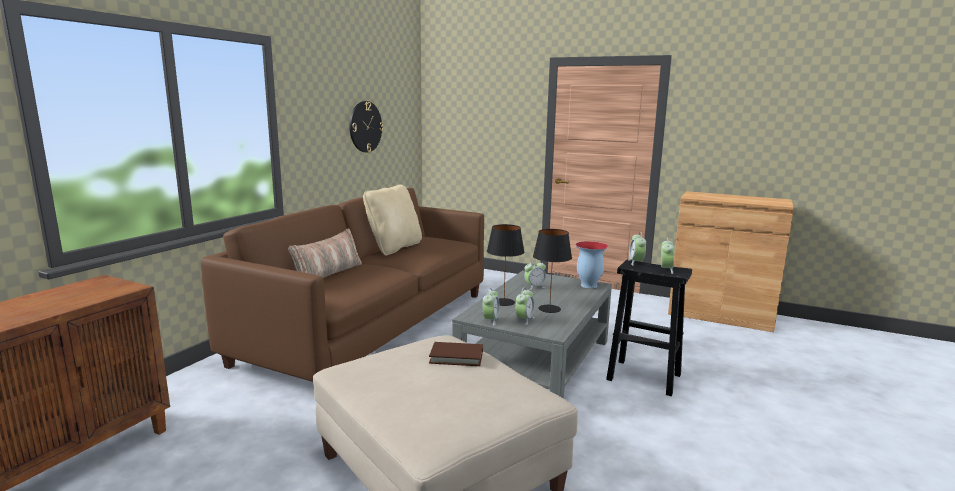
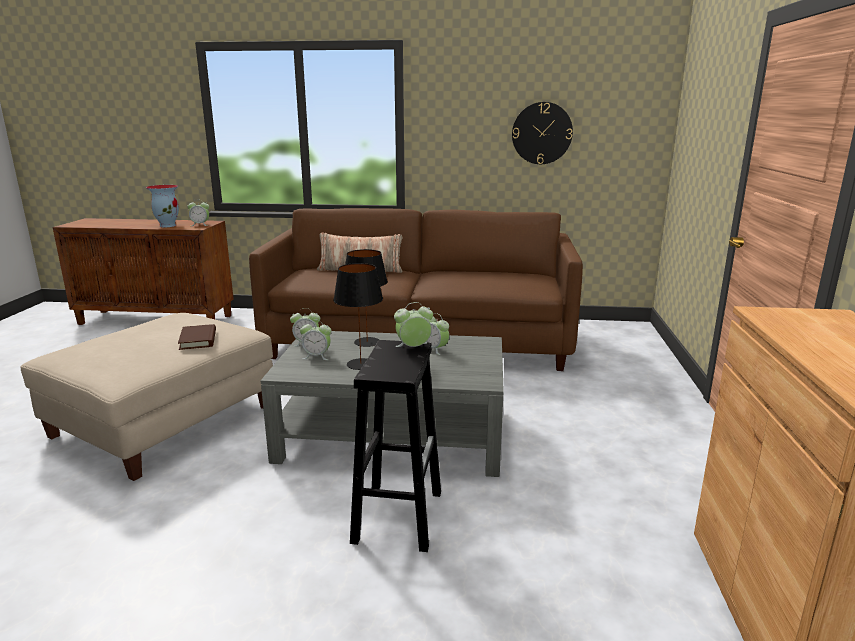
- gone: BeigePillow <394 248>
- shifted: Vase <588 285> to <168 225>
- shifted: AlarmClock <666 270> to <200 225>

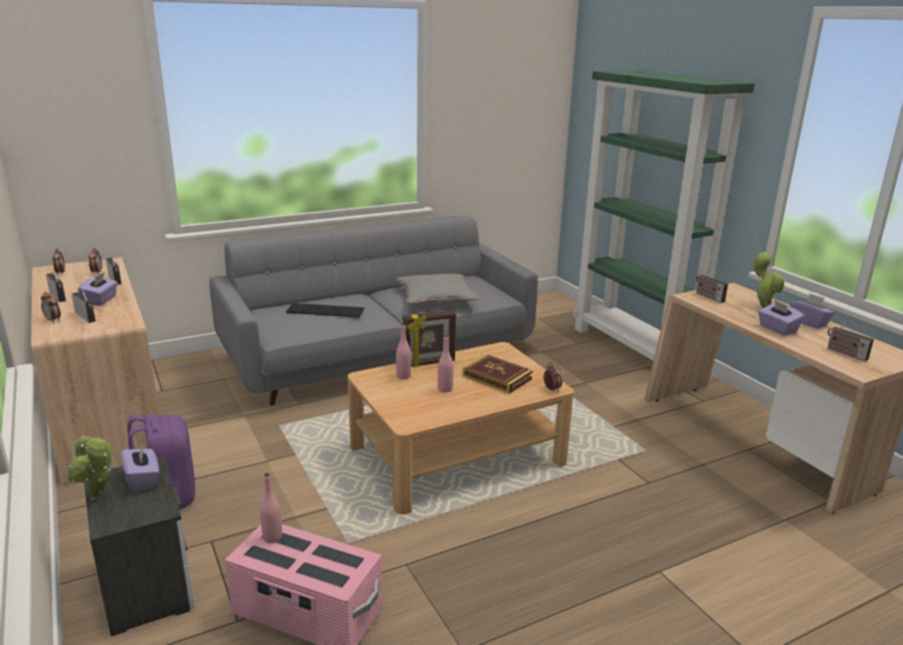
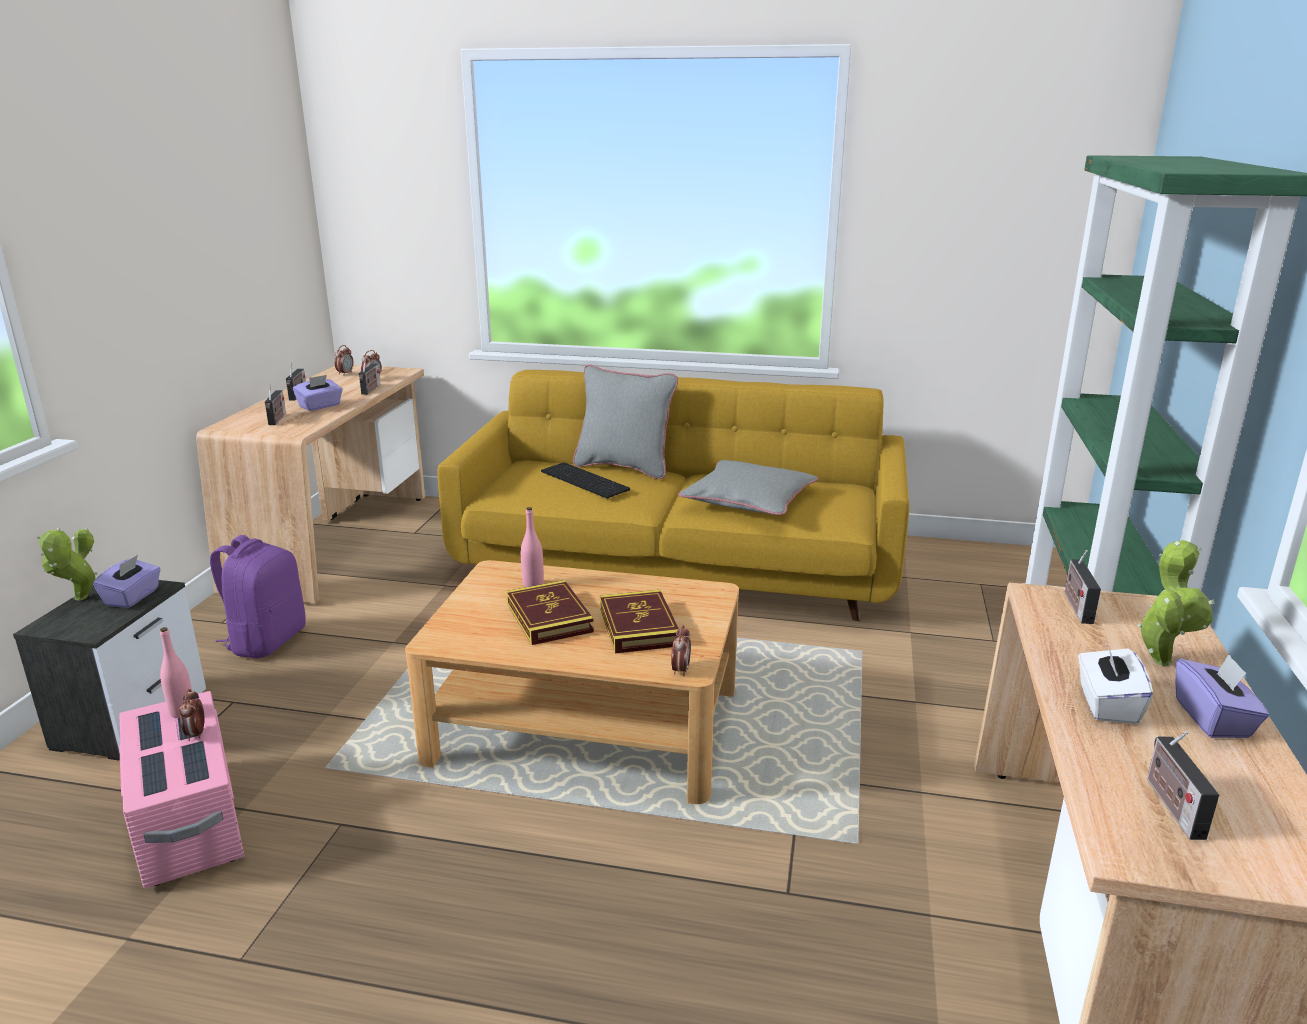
- gone: PictureFrame <429 363>
- new: GreyPillow <624 467>
- shifted: AlarmClock <53 320> to <196 734>
- swapped: PinkBottle <445 389> to Book <549 617>
- repainted: GreySofa <380 356> to YellowSofa <679 567>
- repainted: PurpleTissueBox <777 329> to WhiteTissueBox <1106 704>

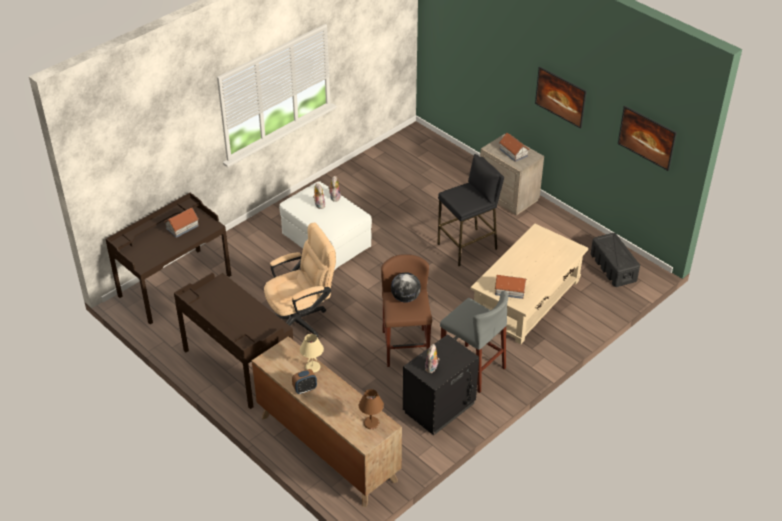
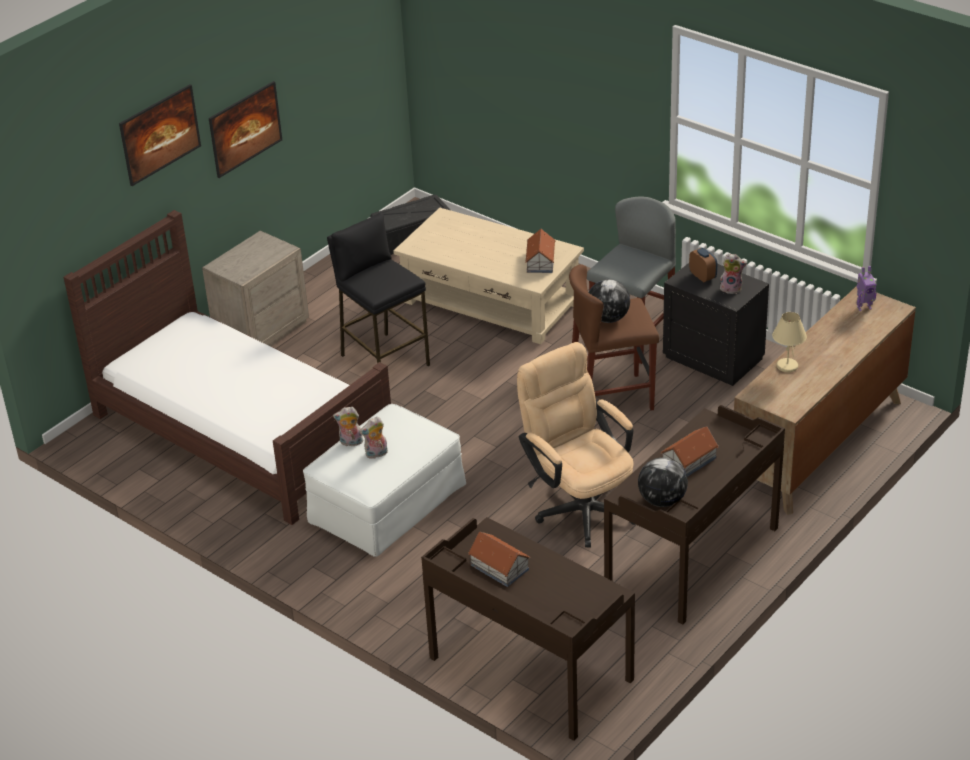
- new: BrownBed <240 429>
- new: Globe <662 500>
- shifted: AlarmClock <305 389> to <703 277>
- shifted: ToyHouse <513 152> to <688 461>
- shifted: Picture <645 147> to <162 150>
- swapped: BrownTableLamp <371 423> to ToyRobot <863 307>

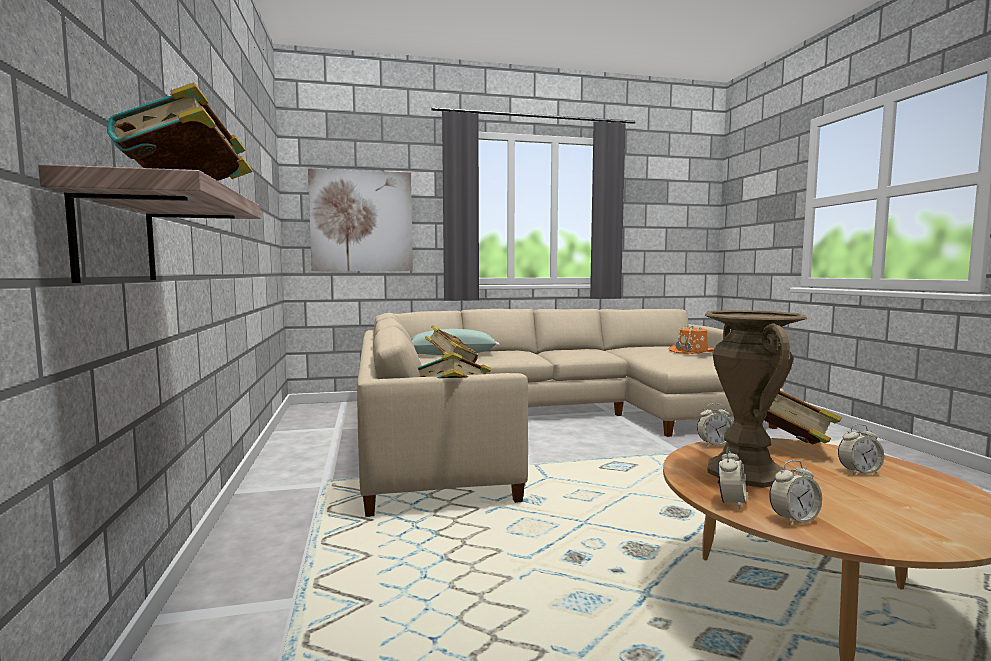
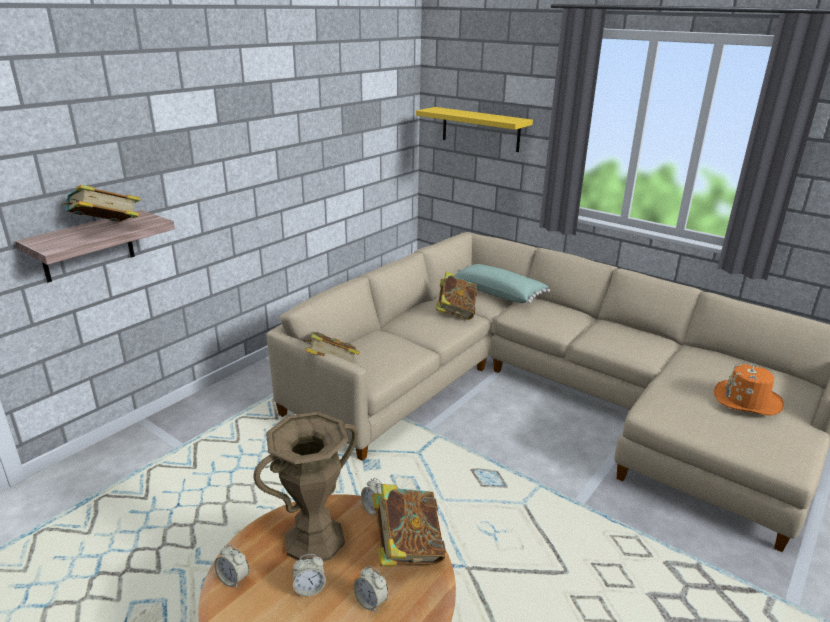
- shifted: AlarmClock <731 502> to <309 588>
- swapped: Picture <361 221> to YellowShelf <480 129>

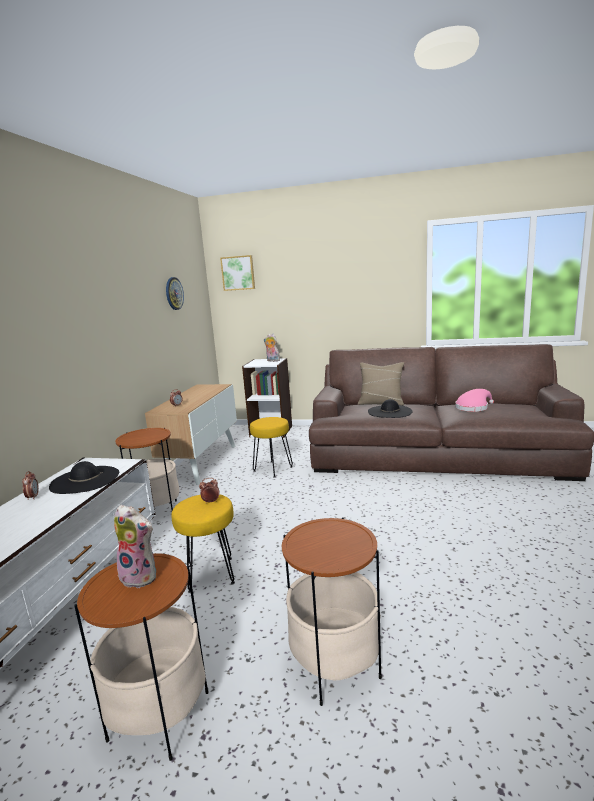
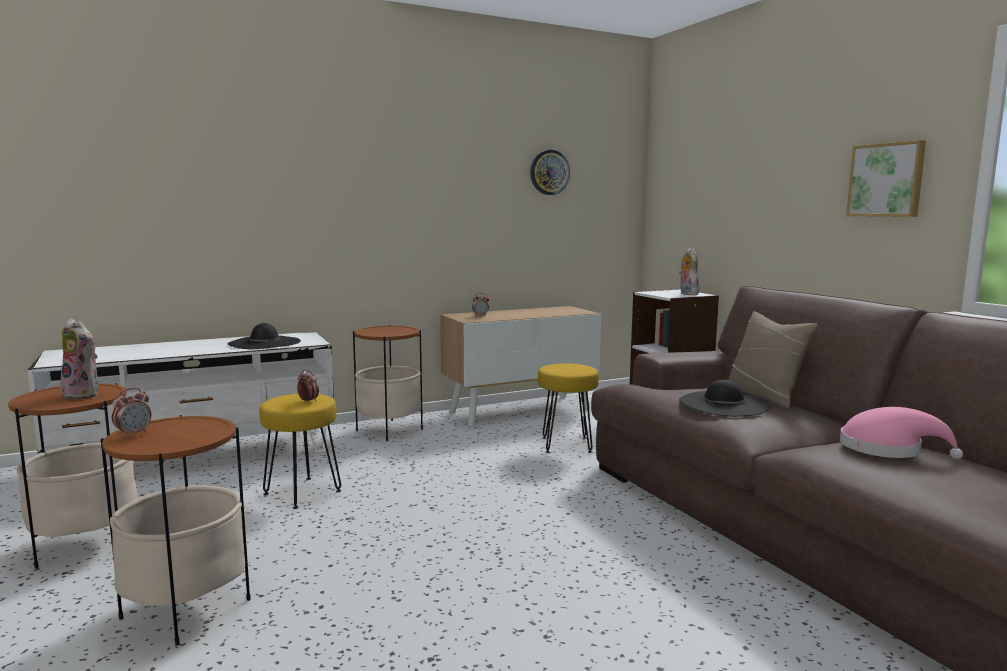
- shifted: AlarmClock <33 497> to <133 433>
- shifted: Picture <238 273> to <886 180>
- rotated: PlushToy <141 576> = <84 394> 45 degrees counterclockwise

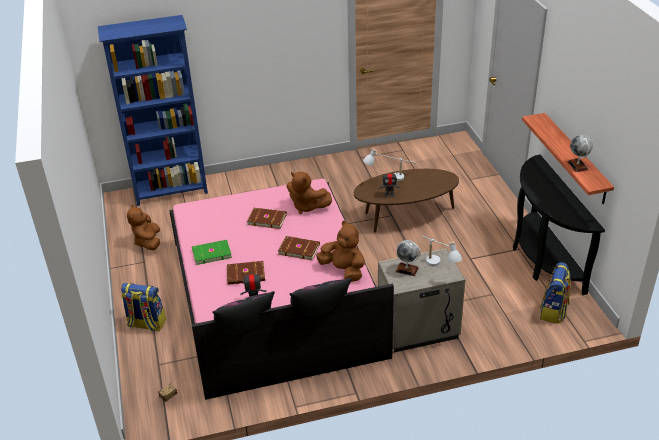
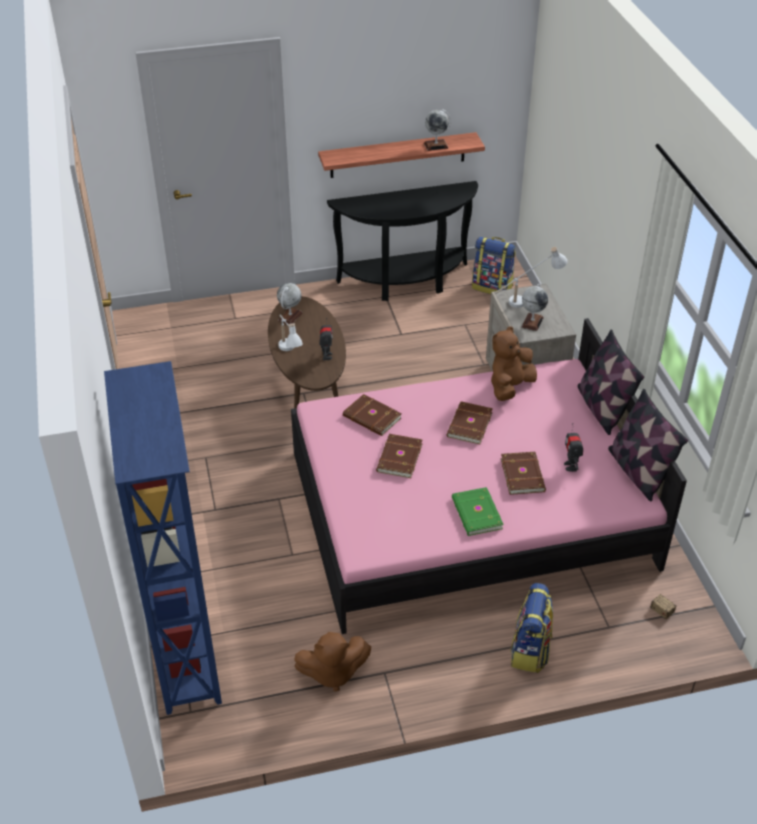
- new: Globe <290 316>
- swapped: BrownPlushToy <307 206> to BrownBook <371 418>

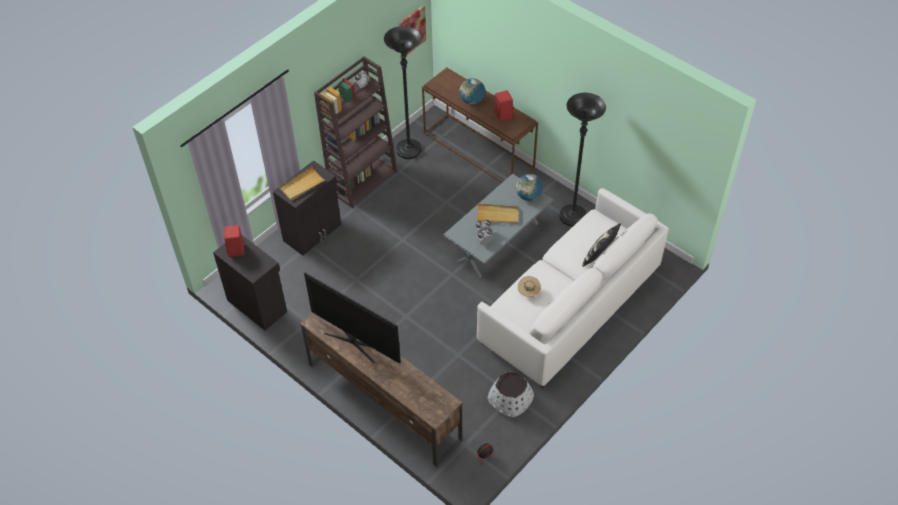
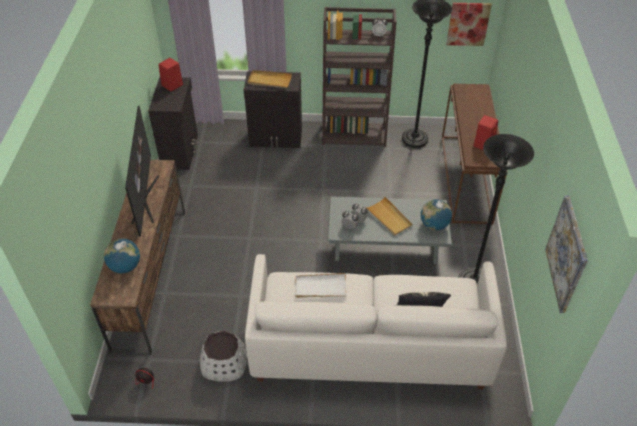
- new: Picture <567 254>
- shifted: Globe <472 101> to <125 267>
- swapped: BeigeHat <528 292> to WhiteTray <320 287>

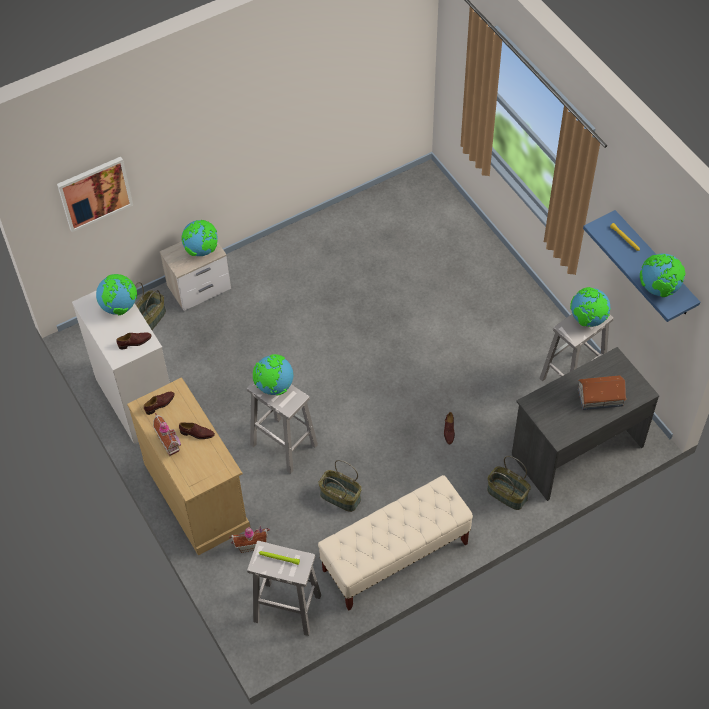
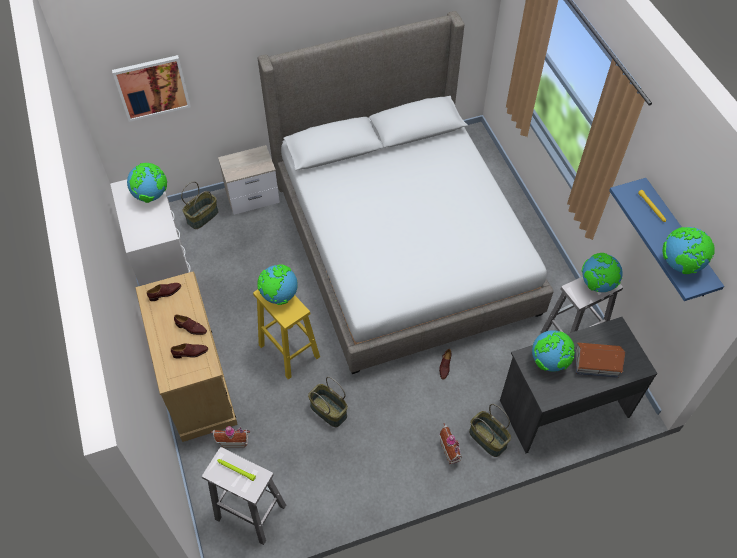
- gone: BeigeBench <395 557>
- new: Bed <402 245>
- shifted: BrownShoe <135 342> to <190 353>
- shifted: ToyHouse <171 443> to <451 451>
- shifted: Globe <202 250> to <549 361>
- repainted: WhiteStool <283 444> to YellowStool <288 350>

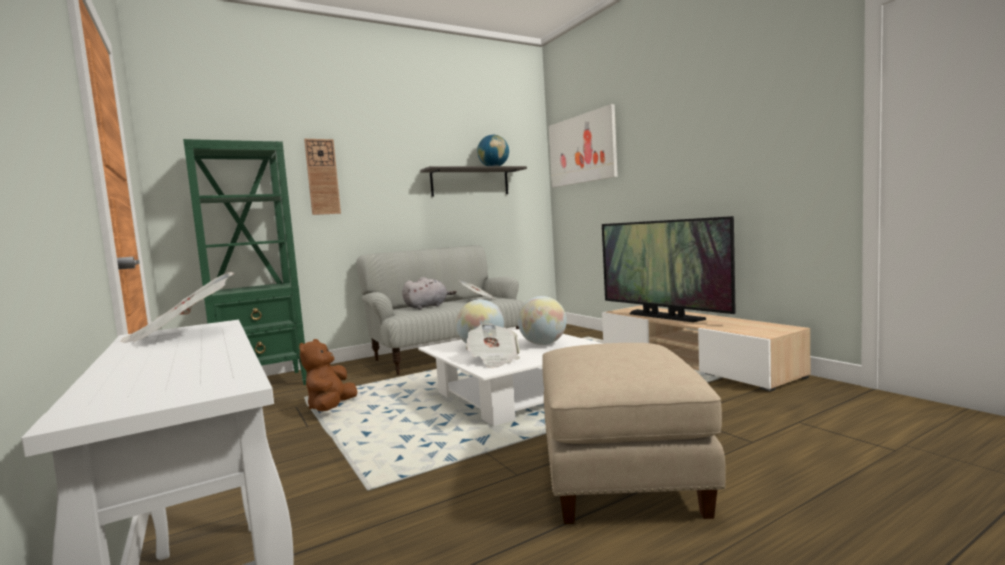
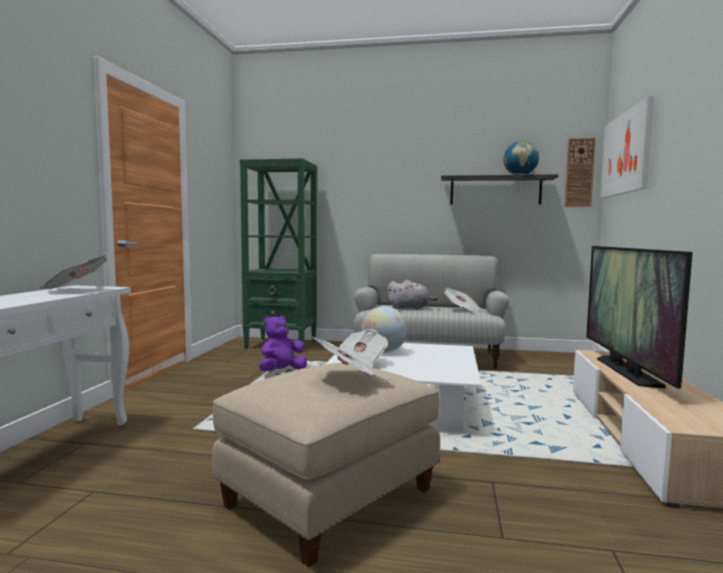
- gone: Globe <543 344>
- new: Newspaper <349 379>
- shifted: WallClock <322 177> to <579 172>
- repainted: BrownPlushToy <331 408> to PurplePlushToy <281 371>

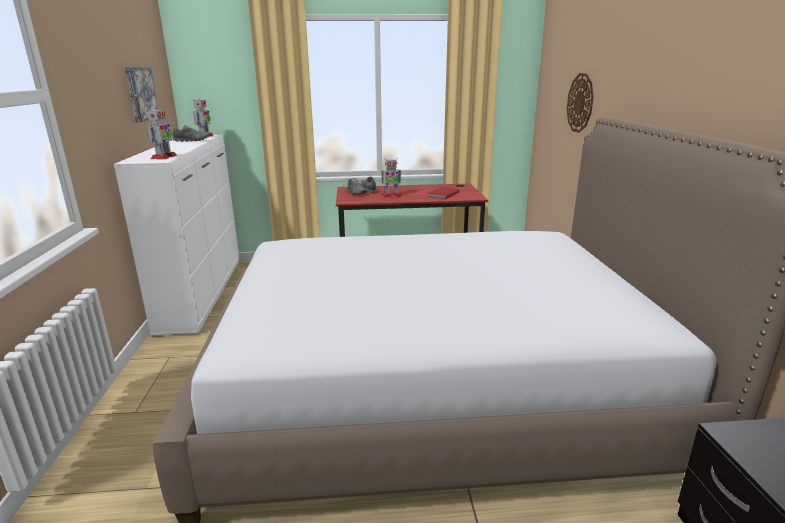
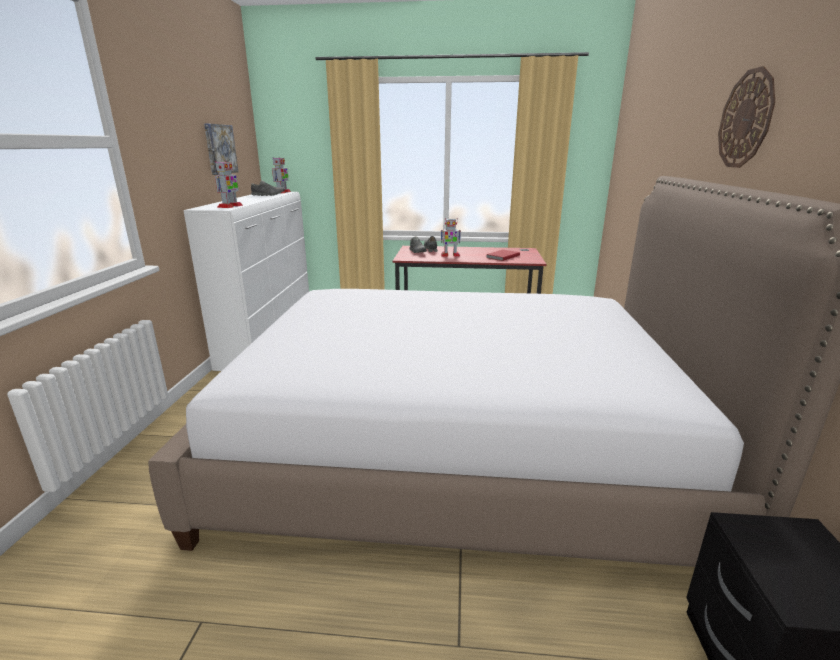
- shifted: WallClock <580 103> to <746 119>

